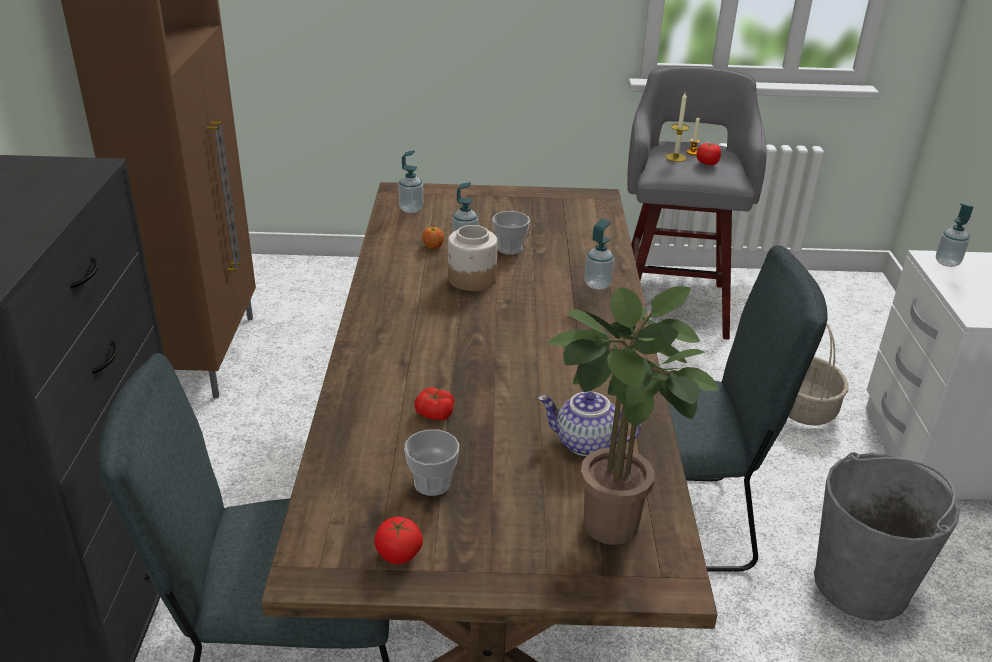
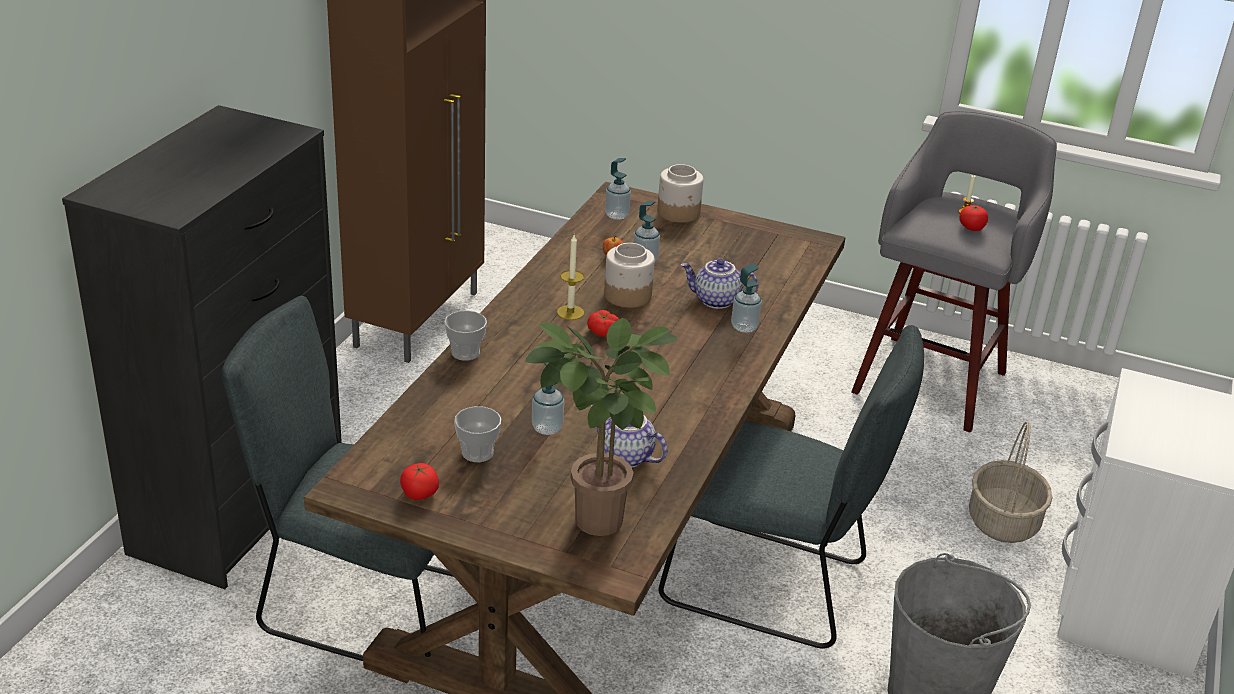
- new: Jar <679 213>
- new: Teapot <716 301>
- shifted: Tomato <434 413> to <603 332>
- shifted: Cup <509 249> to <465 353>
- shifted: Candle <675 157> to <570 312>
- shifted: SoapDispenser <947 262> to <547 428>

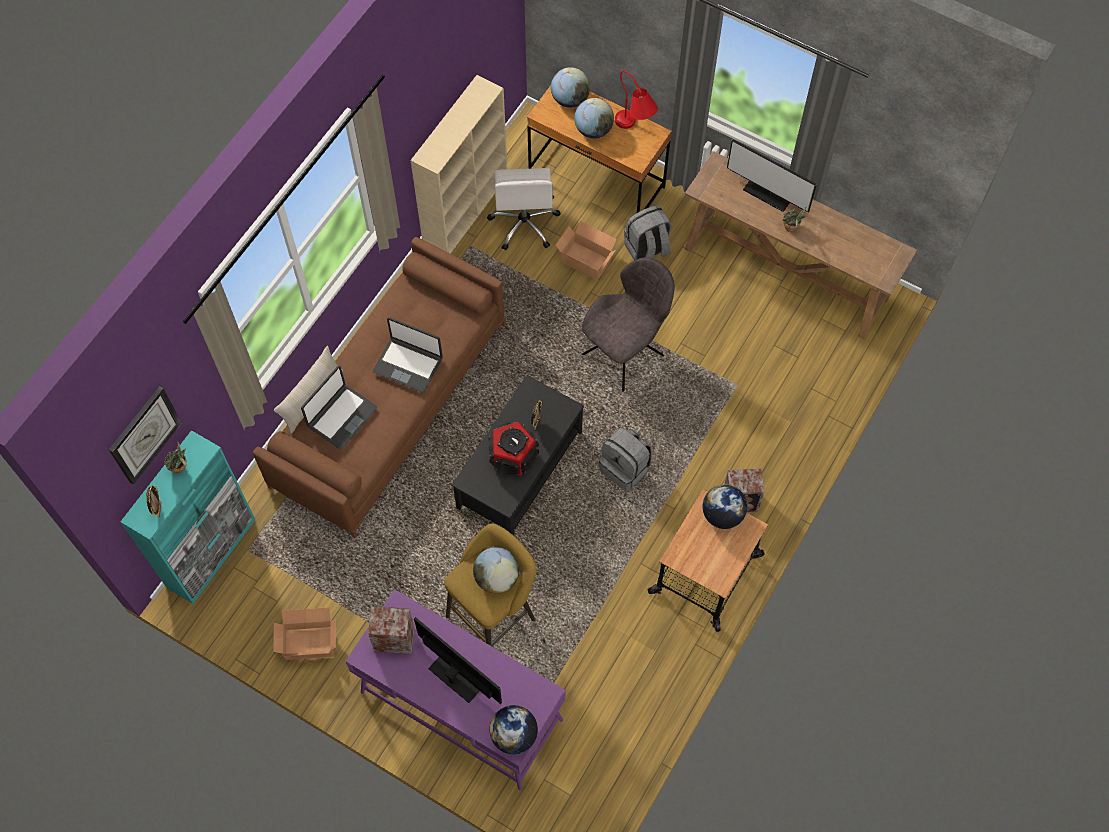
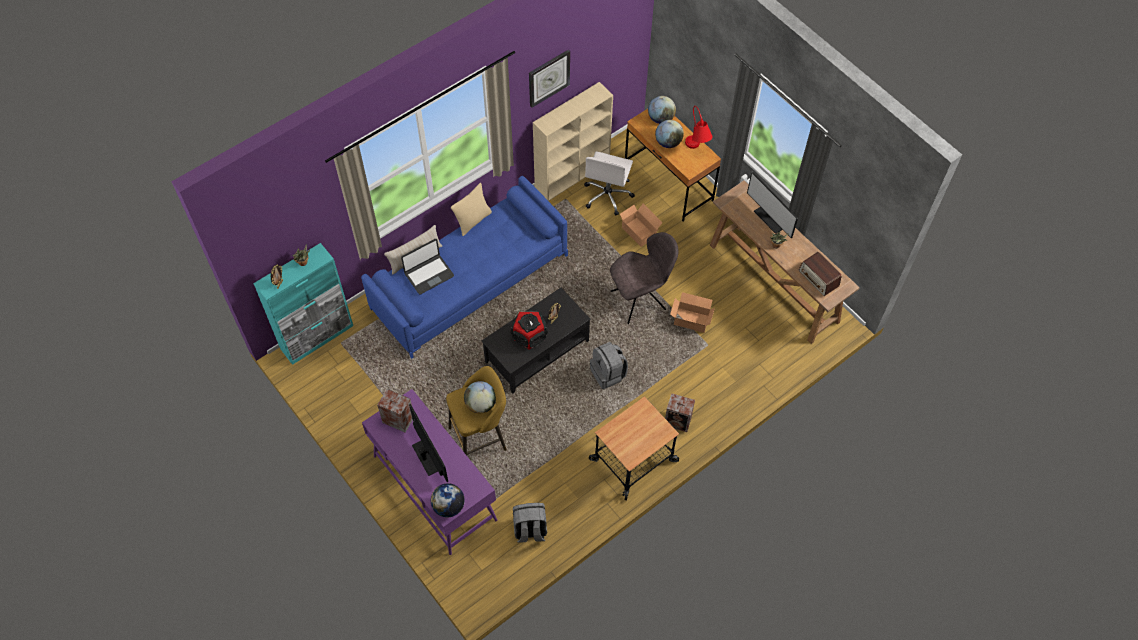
- gone: Laptop <408 364>
- gone: Globe <722 515>
- new: BeigePillow <473 220>
- new: Radio <818 278>
- shifted: WallClock <144 434> to <548 78>
- shifted: CardboardBox <308 641> to <690 319>
- shifted: GreyBackpack <647 249> to <530 530>
- repainted: BrownSofa <390 404> to BlueSofa <470 282>

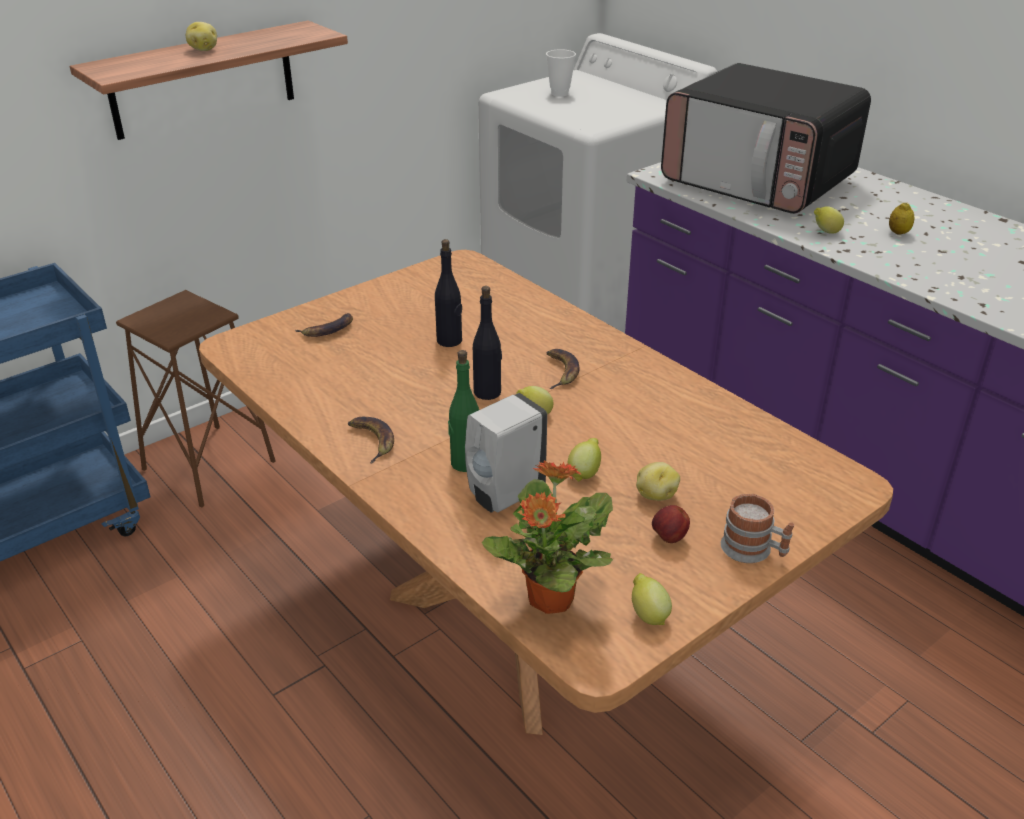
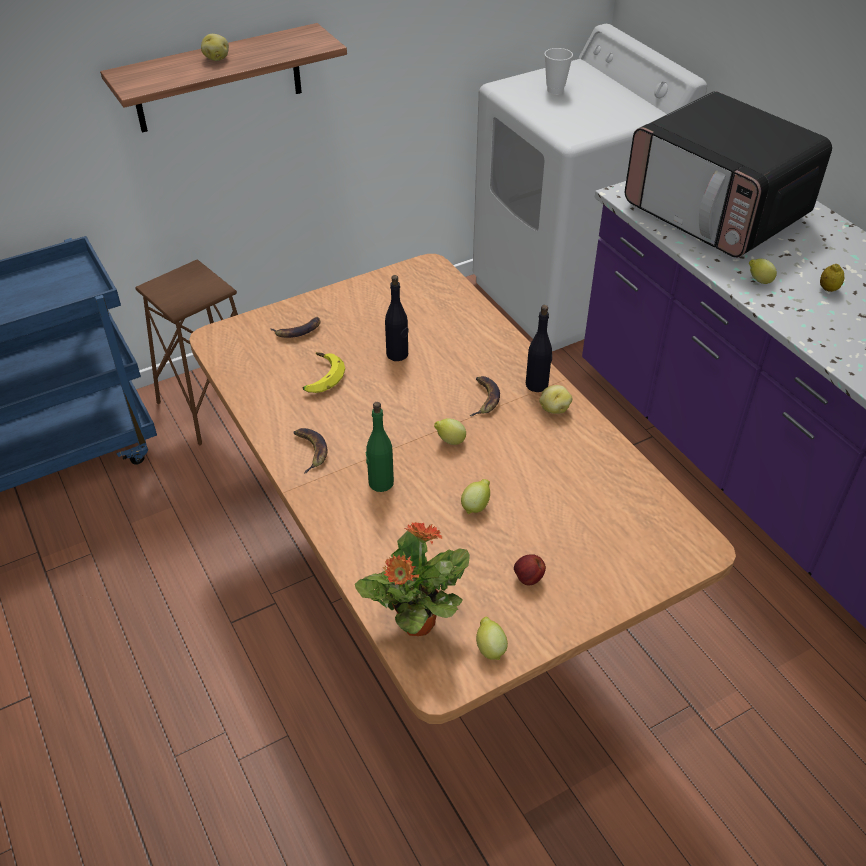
- gone: WhiteSoapDispenser <504 496>
- gone: Mug <753 550>
- new: Banana <320 378>
- shifted: BlackBottle <488 392> to <537 384>
- shifted: Potato <655 495> to <554 408>

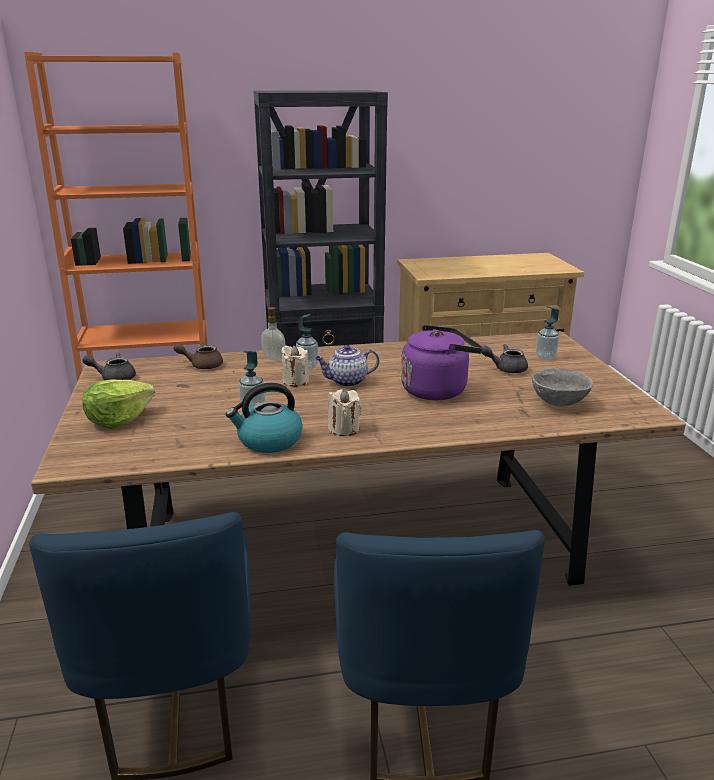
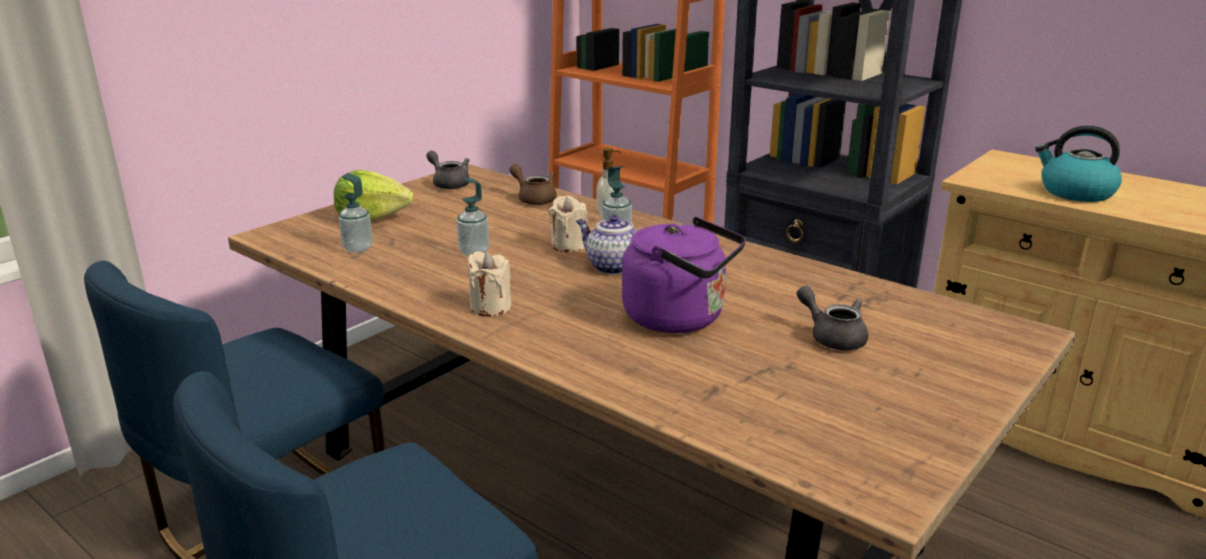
- gone: GreyBowl <558 403>
- shifted: Kettle <268 441> to <1075 192>
- shifted: SoapDispenser <545 357> to <358 248>

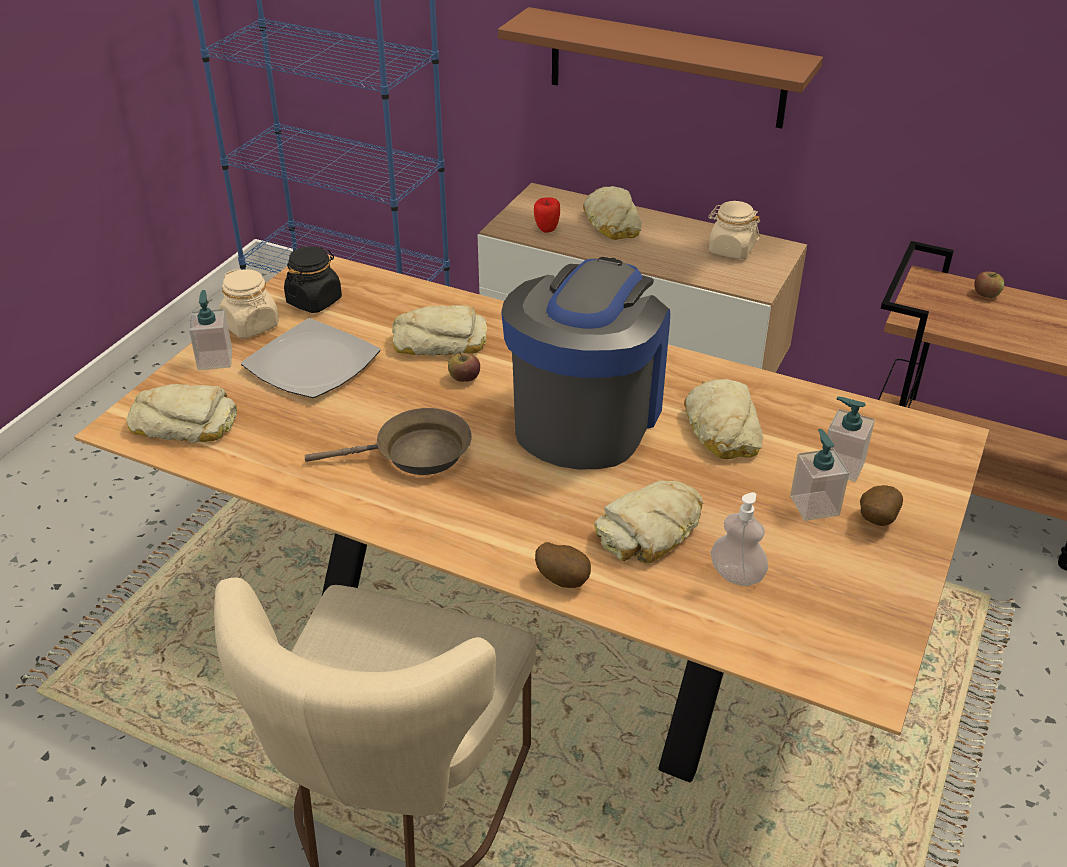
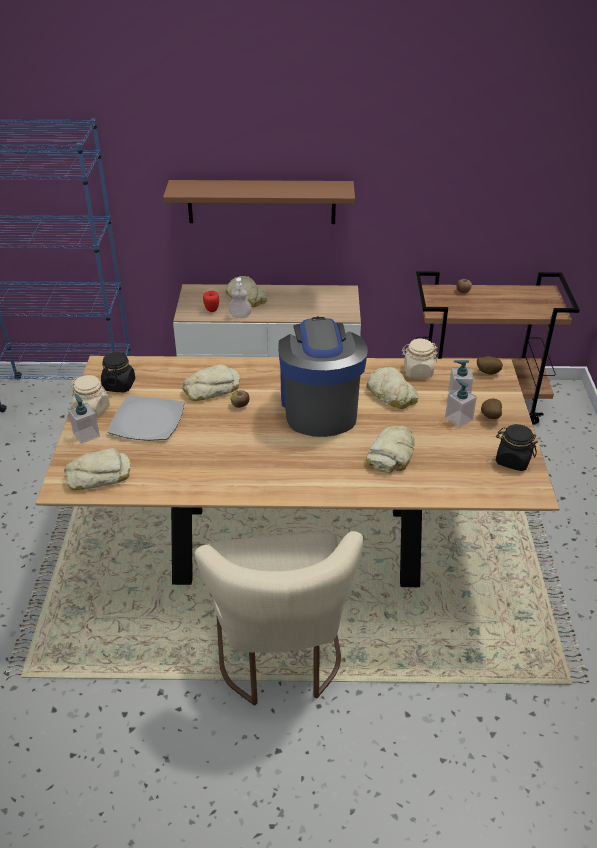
- gone: BrownFryingPan <415 454>
- new: BlackJar <512 460>
- shifted: Potato <564 579> to <487 372>
- shifted: BeigeJar <731 250> to <418 371>
- shifted: SoapDispenser <736 575> to <240 315>

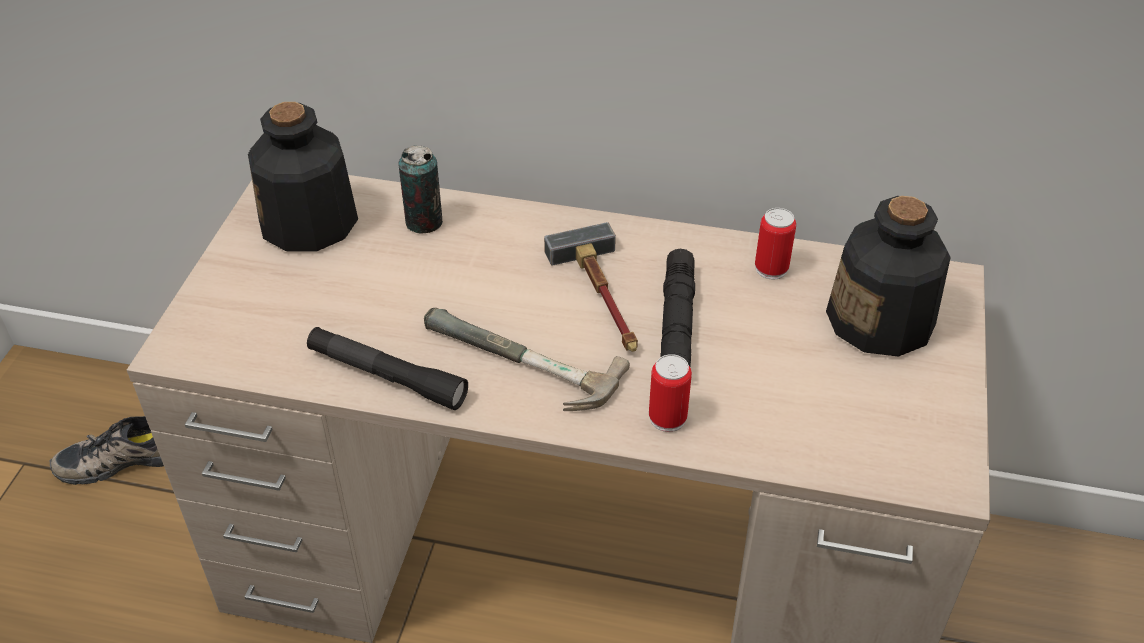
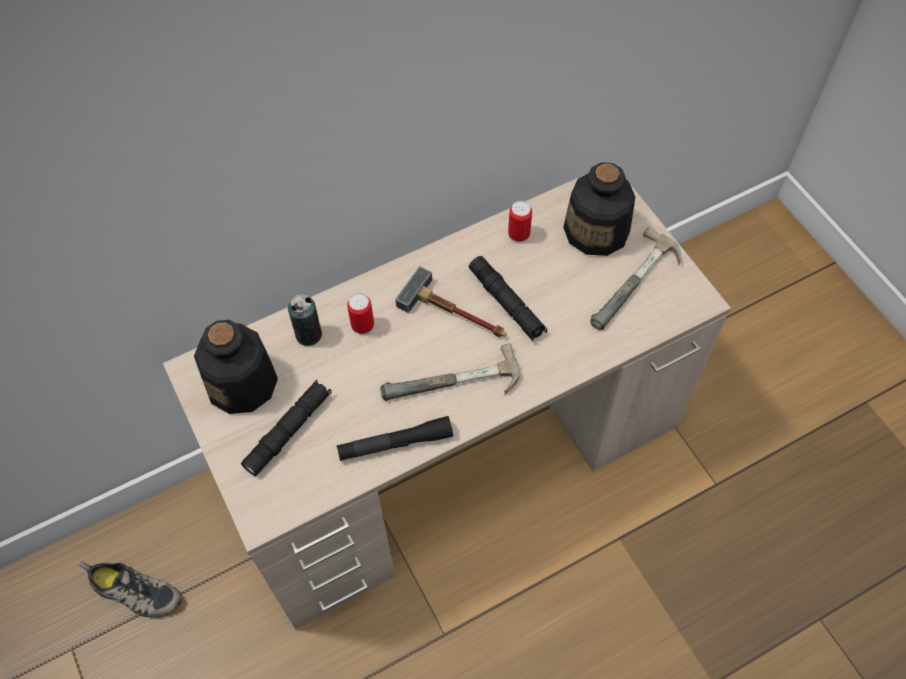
- new: BlackFlashlight <288 431>
- new: Hammer <638 287>
- shifted: Can <667 418> to <362 325>
- rotated: Shoe <124 457> = <134 593> 105 degrees counterclockwise

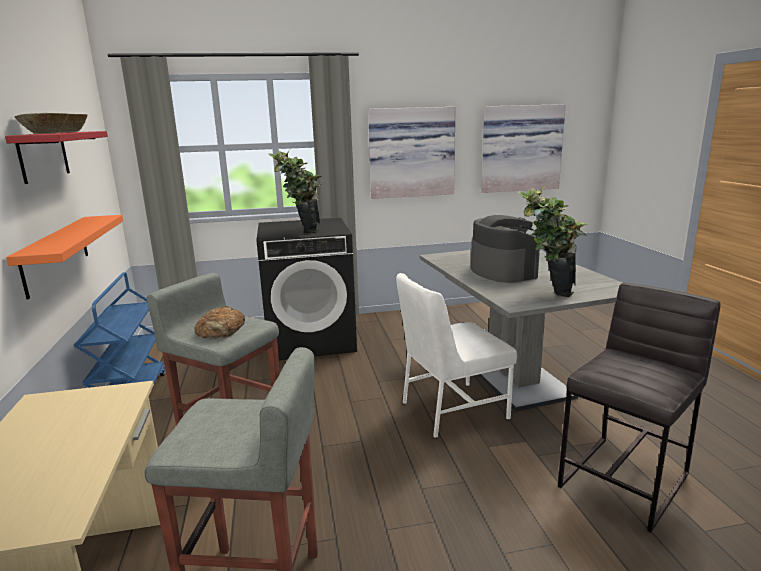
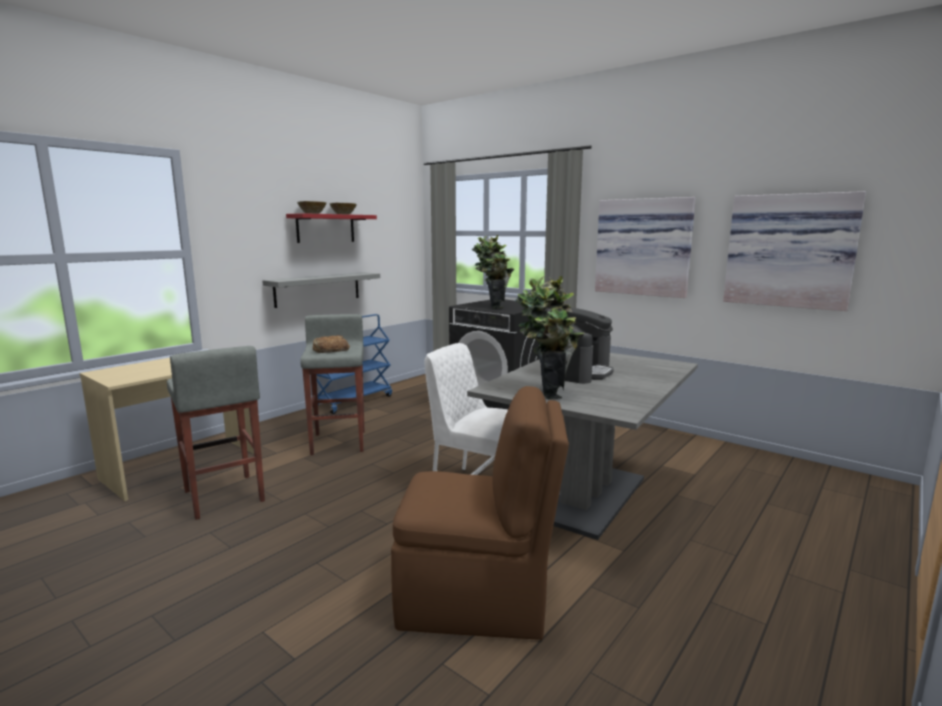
- swapped: GreyStool <625 480> to BrownChair <477 599>
- repainted: OrangeShelf <56 254> to GreyShelf <318 289>

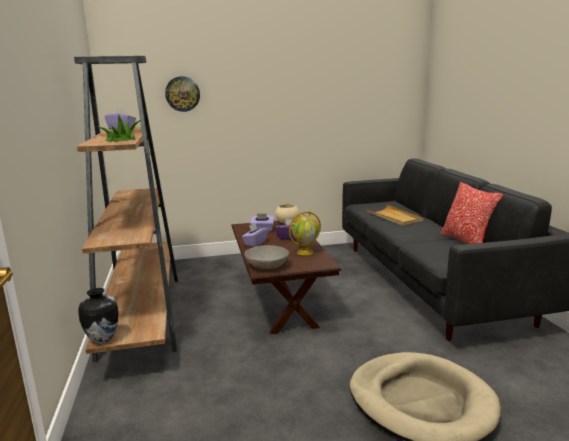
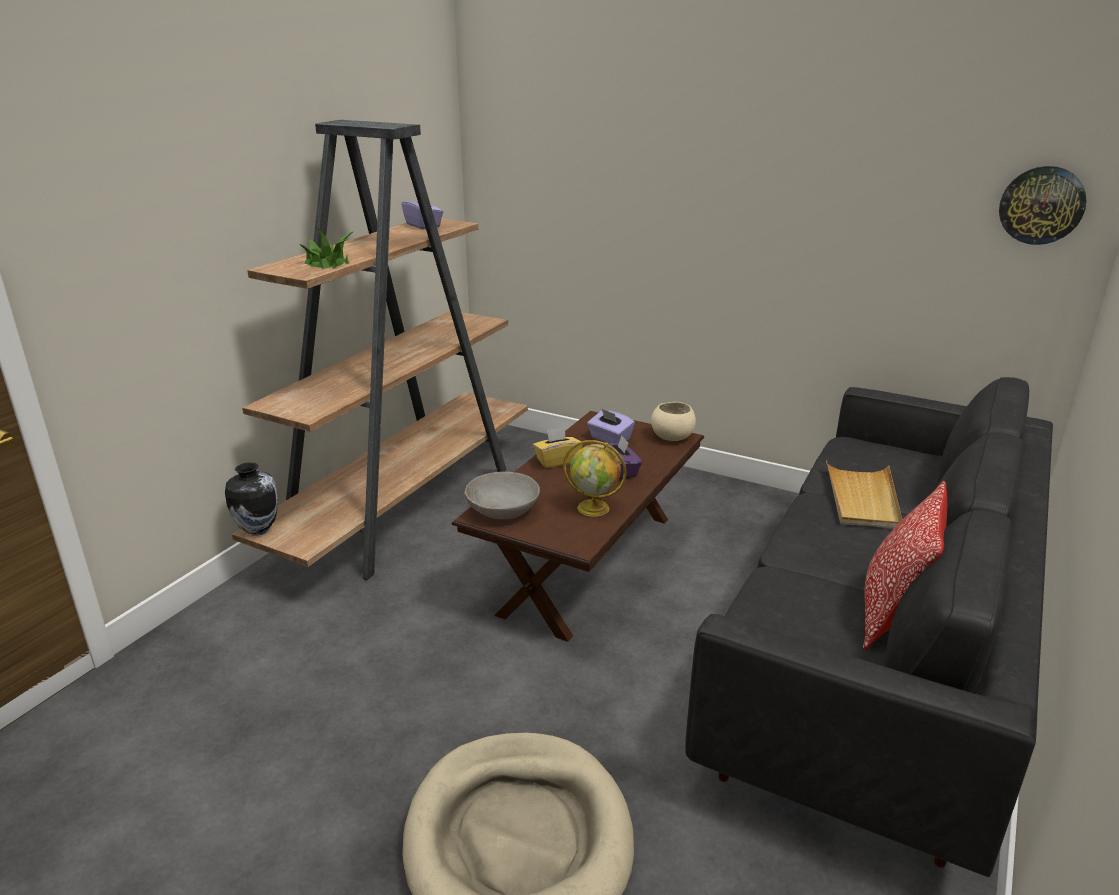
- shifted: WallClock <182 94> to <1041 205>
- repainted: PurpleTissueBox <255 243> to YellowTissueBox <557 461>

